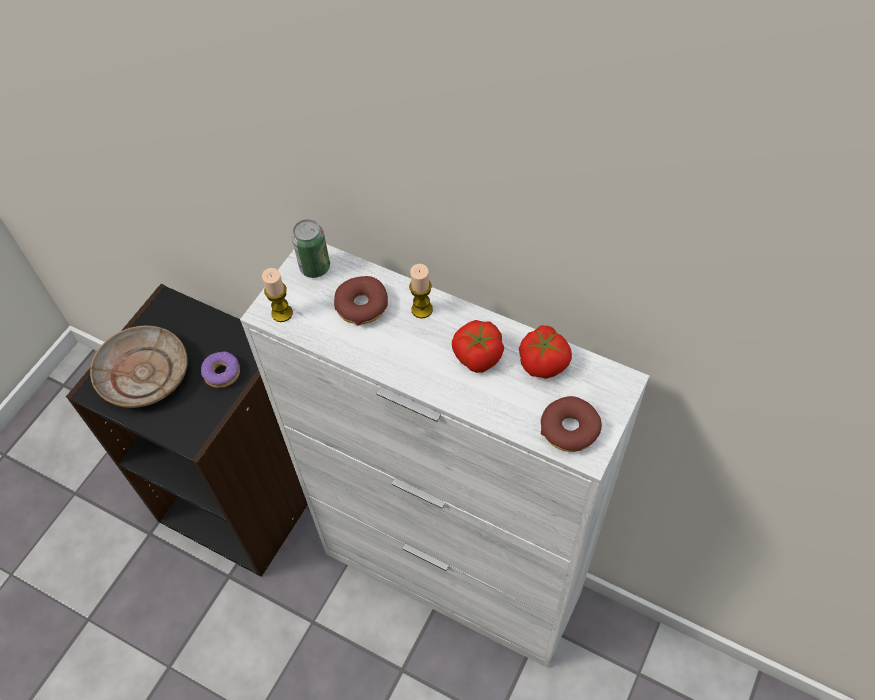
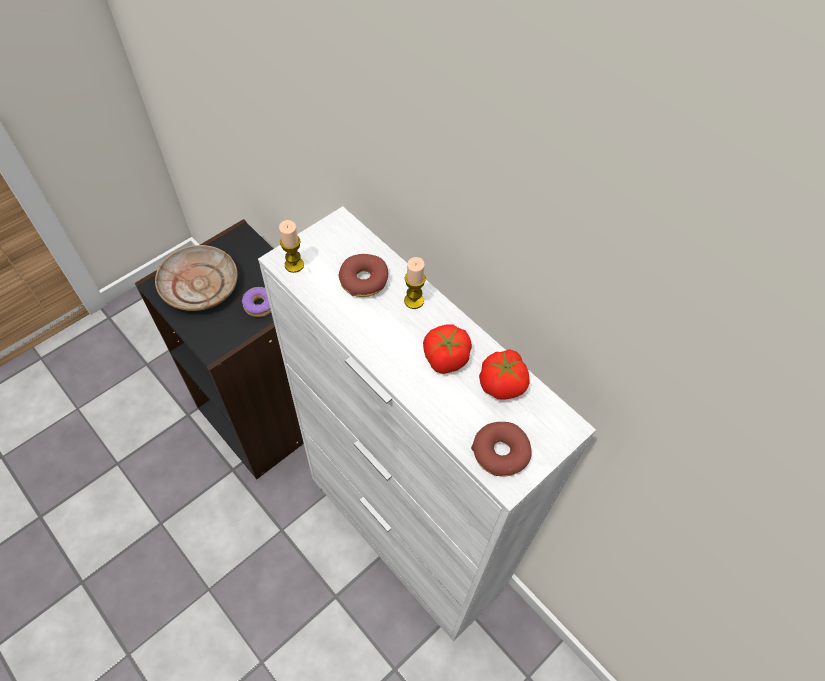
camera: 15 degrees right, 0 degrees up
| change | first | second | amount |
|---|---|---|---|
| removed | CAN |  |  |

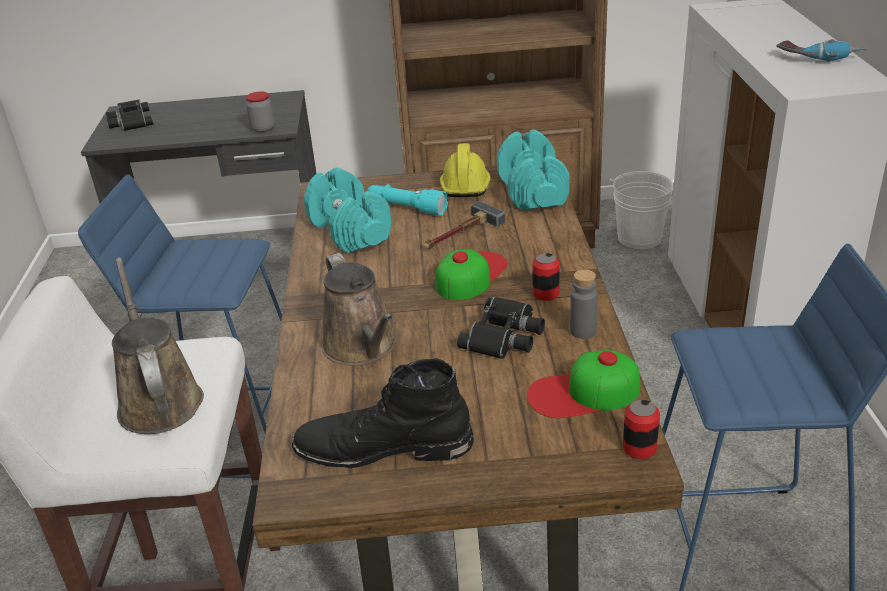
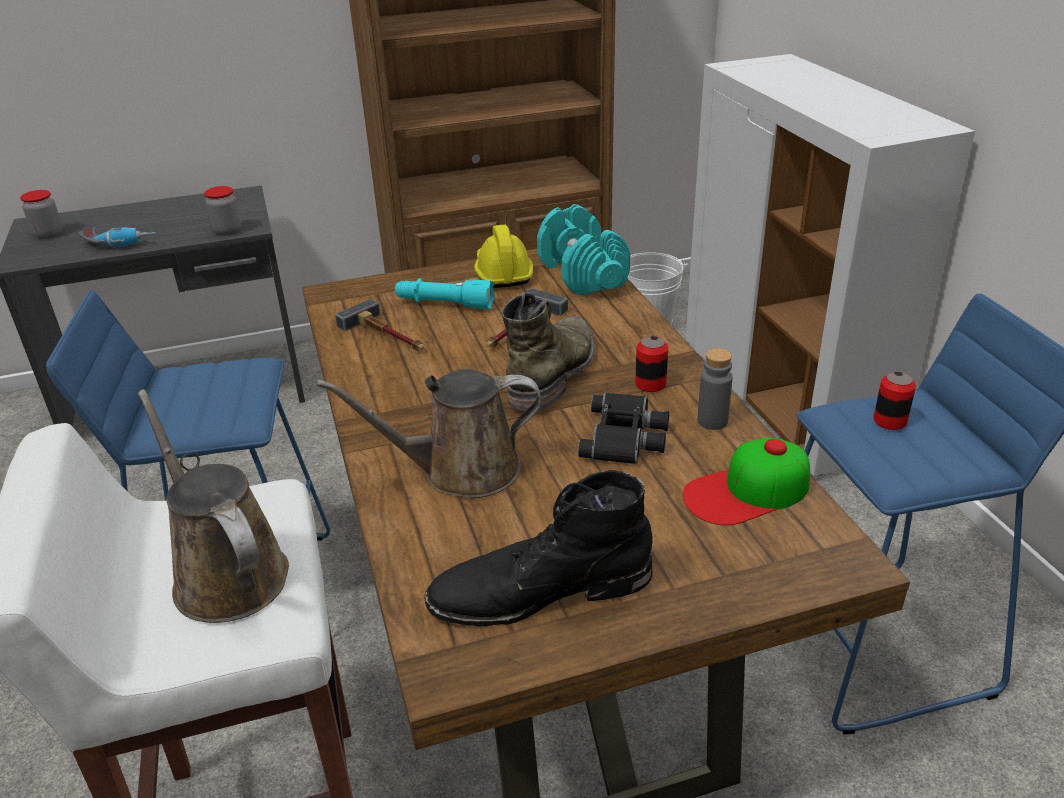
camera: 15 degrees left, 0 degrees up
| change | first | second | amount |
|---|---|---|---|
| moved | CAN (2nd from left) |  |  |
| moved | POWER DRILL |  |  |
| replaced | BLACK BINOCULARS (1st from left) | JAR (1st from left) |  |
| replaced | TURQUOISE DUMBBELL (1st from left) | HAMMER (1st from left) |  |
| replaced | CAP (1st from left) | GREEN BOOT |  |
| turned | BROWN WATERING CAN (2nd from left) |  | 120 degrees clockwise |

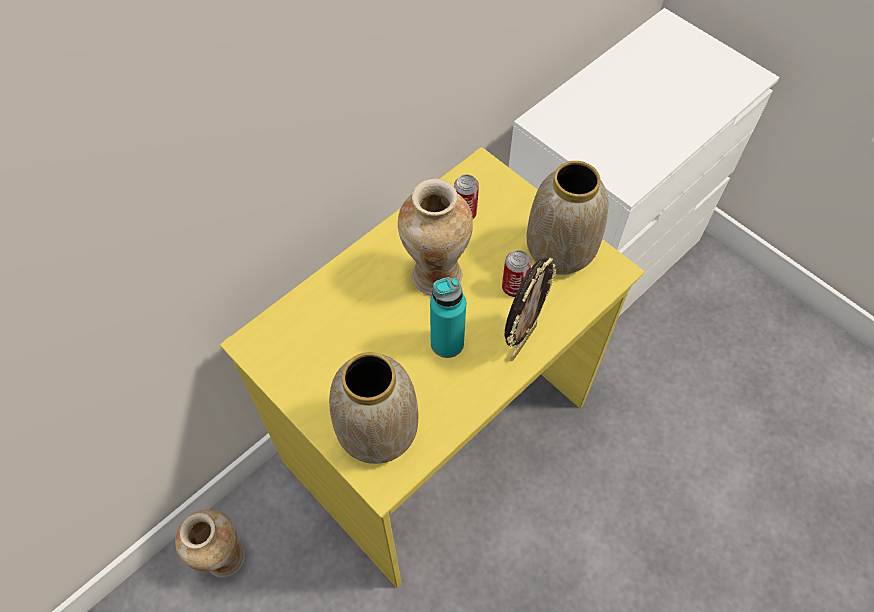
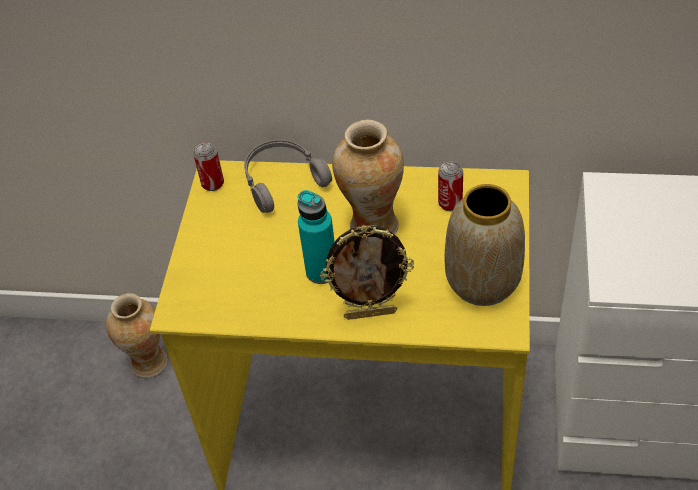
camera: 55 degrees right, 10 degrees down
| change | first | second | amount |
|---|---|---|---|
| removed | VASE (2nd from left) |  |  |
| added |  | GREY HEADPHONES |  |
| moved | CAN (2nd from left in the first image) | CAN (1st from left) |  |

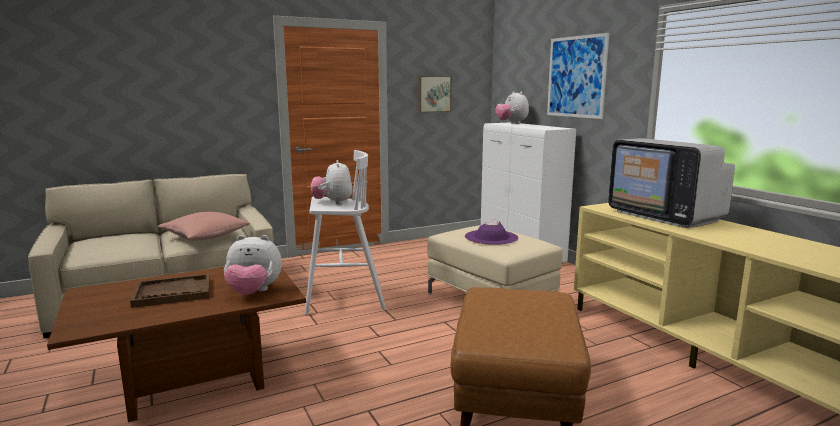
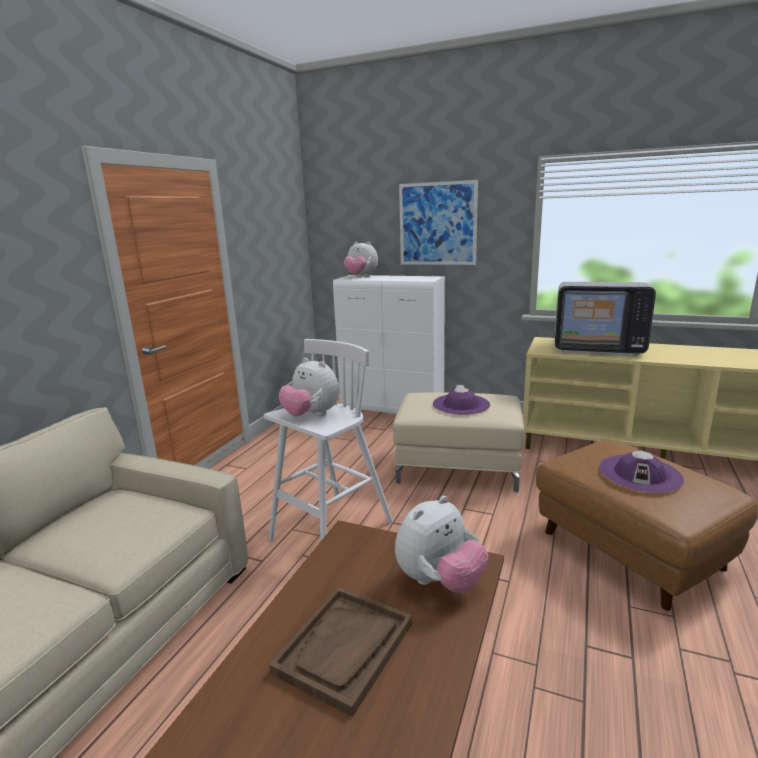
camera: 40 degrees left, 5 degrees up
| change | first | second | amount |
|---|---|---|---|
| removed | PINK PILLOW |  |  |
| removed | PICTURE (1st from left) |  |  |
| added |  | PURPLE HAT (2nd from left) |  |

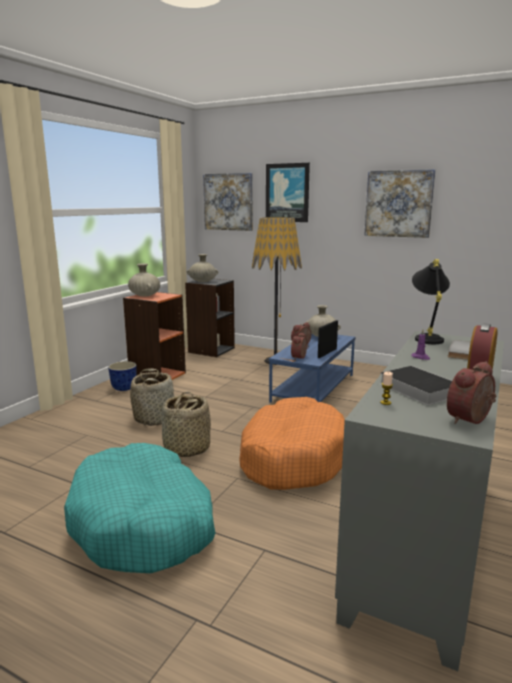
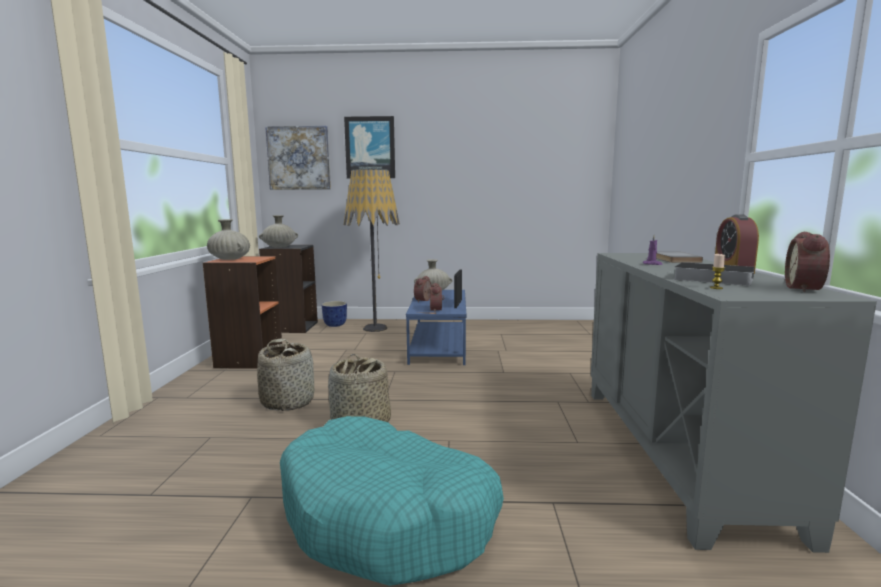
camera: 25 degrees left, 5 degrees down
| change | first | second | amount |
|---|---|---|---|
| removed | ORANGE DOG BED |  |  |
| removed | PICTURE (3rd from left) |  |  |
| removed | BLACK TABLE LAMP |  |  |
| moved | PLANTER |  |  |

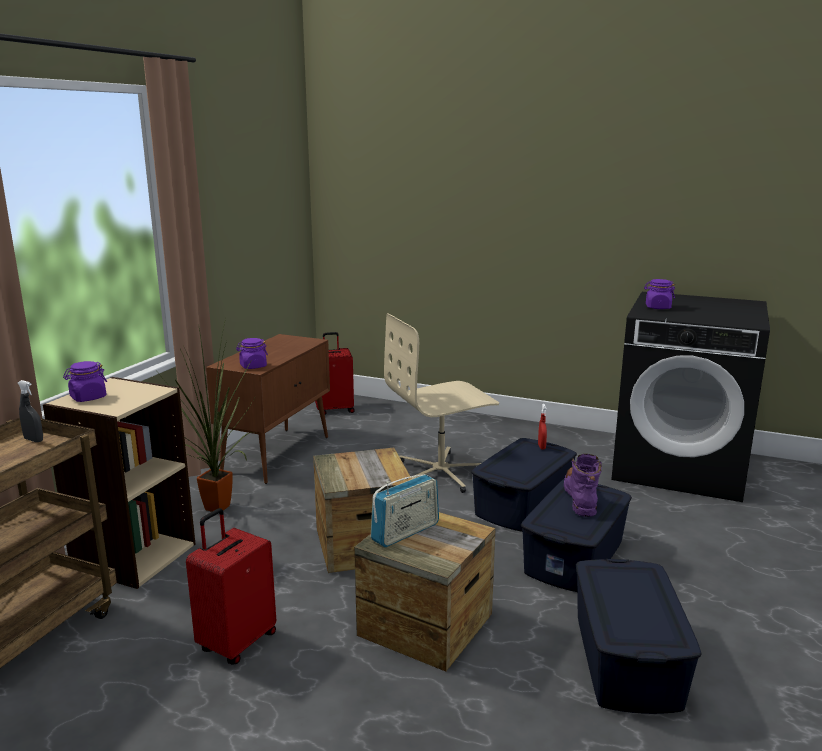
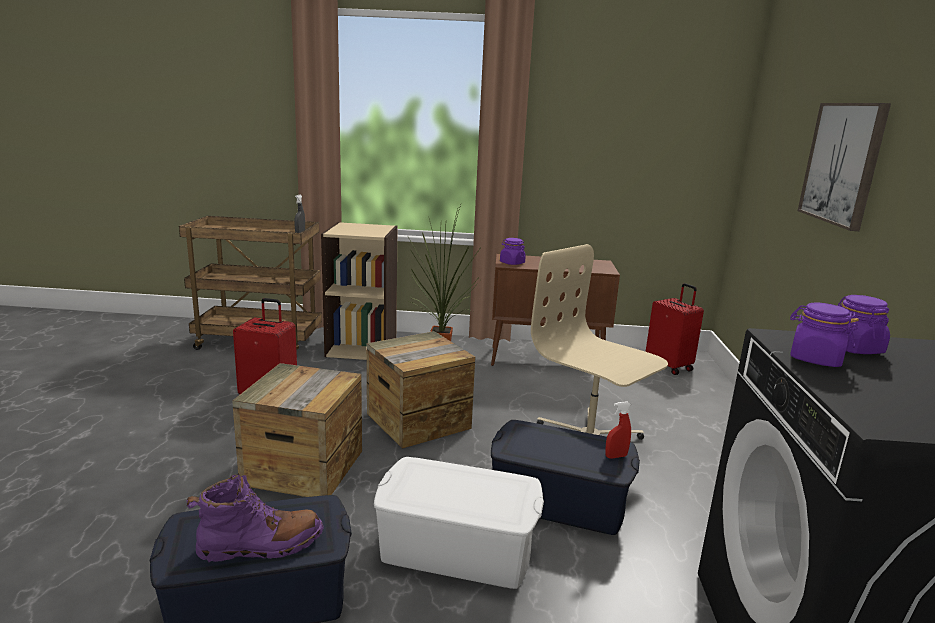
camera: 70 degrees right, 0 degrees up
| change | first | second | amount |
|---|---|---|---|
| removed | RADIO |  |  |
| added |  | PICTURE |  |
| moved | PURPLE JAR (1st from left in the first image) | PURPLE JAR (2nd from left) |  |
| moved | PURPLE BOOT |  |  |
| recoloured | BLUE STORAGE BOX (2nd from left) | WHITE STORAGE BOX |  |

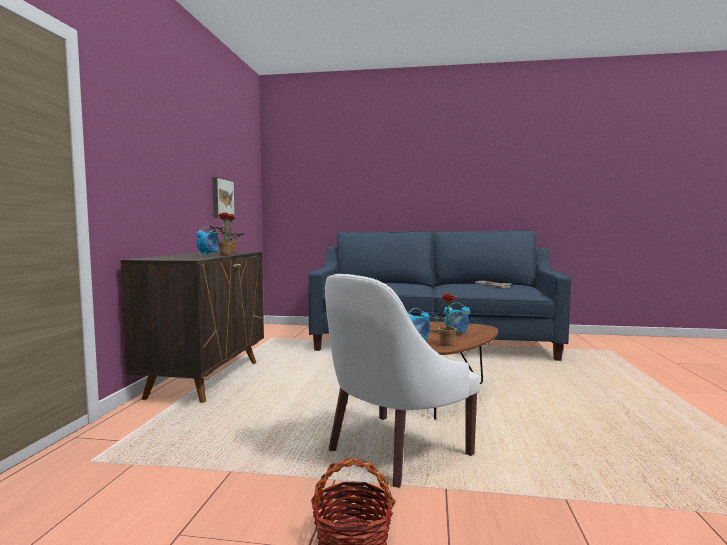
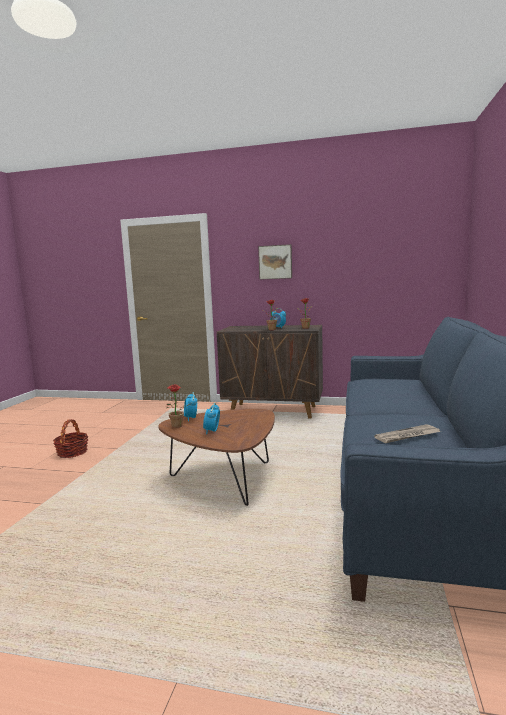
camera: 95 degrees right, 5 degrees up
| change | first | second | amount |
|---|---|---|---|
| removed | WHITE ARMCHAIR |  |  |
| moved | PICTURE |  |  |

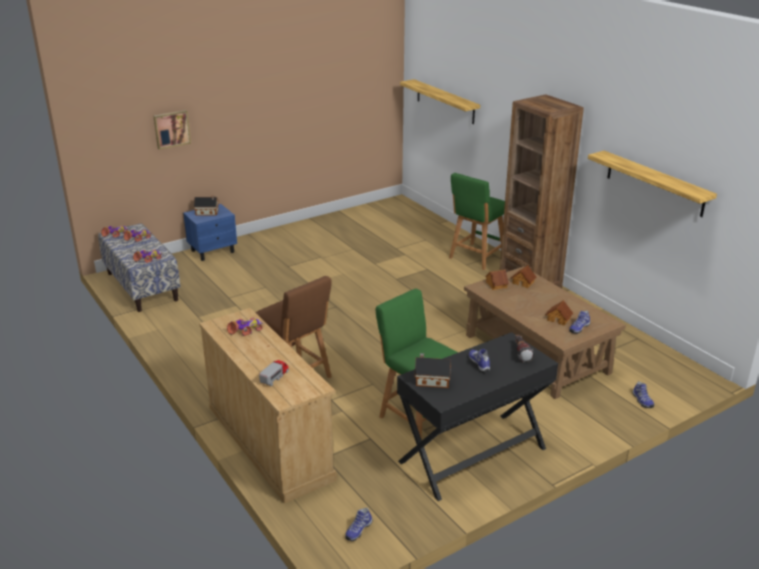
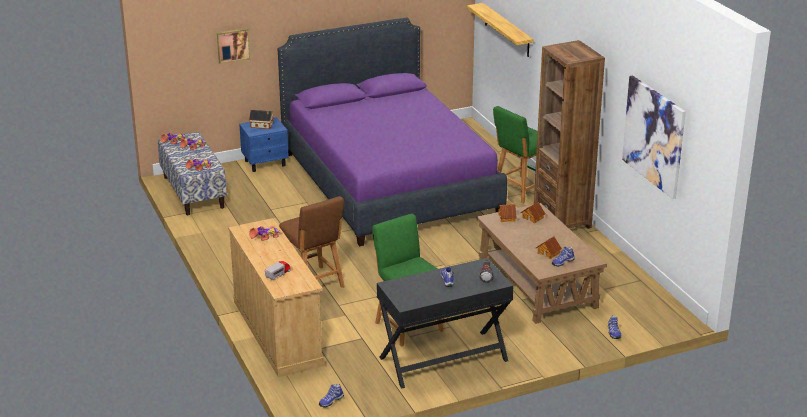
camera: 10 degrees right, 0 degrees up
| change | first | second | amount |
|---|---|---|---|
| removed | TOY HOUSE (2nd from left) |  |  |
| added |  | PURPLE BED |  |
| replaced | SHELF (2nd from left) | PICTURE (2nd from left) |  |

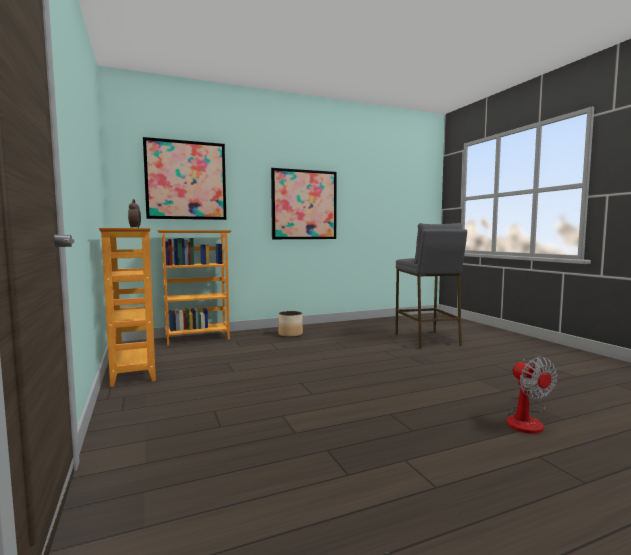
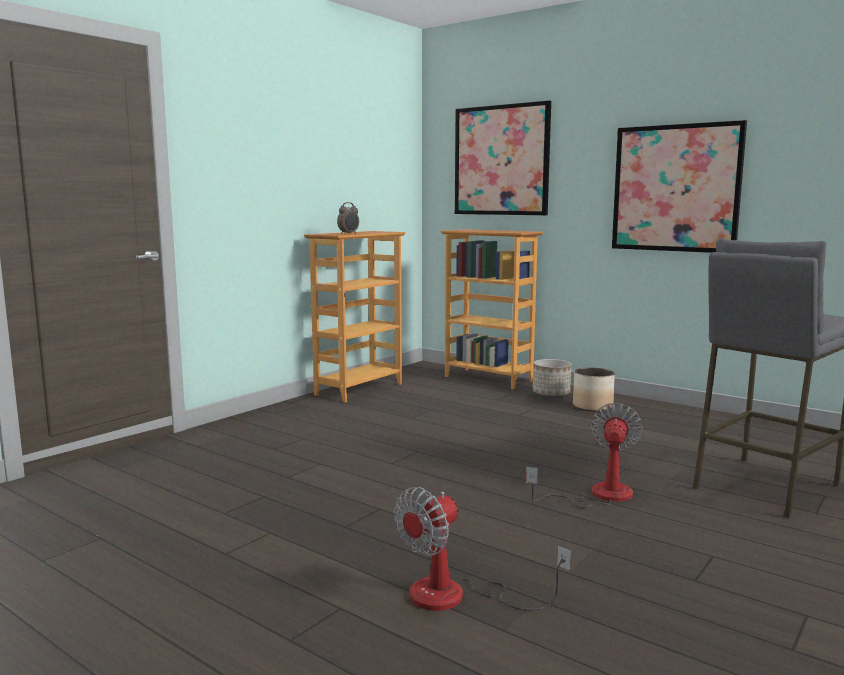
camera: 60 degrees right, 5 degrees up
| change | first | second | amount |
|---|---|---|---|
| added |  | FAN (2nd from left) |  |
| added |  | PLANTER (1st from left) |  |

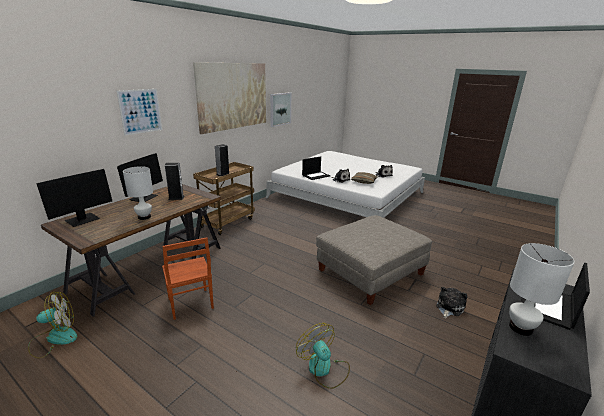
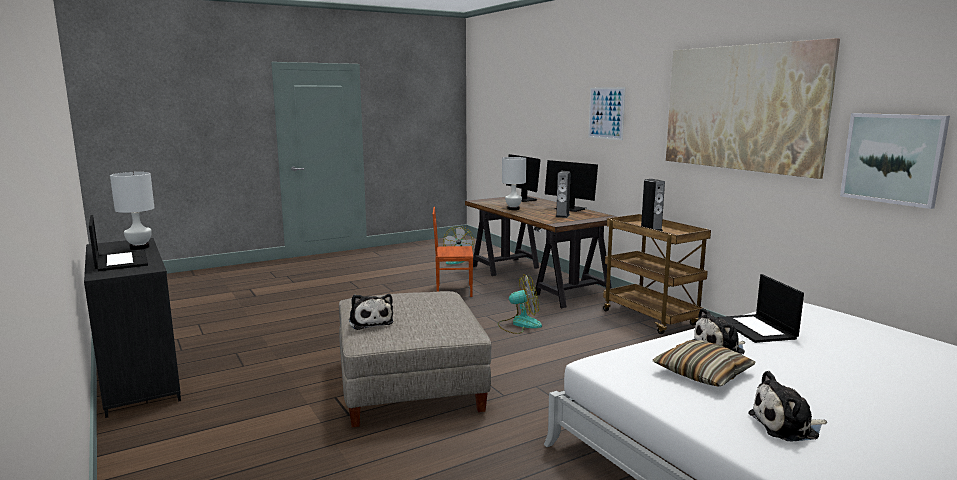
camera: 115 degrees right, 10 degrees down
| change | first | second | amount |
|---|---|---|---|
| moved | FAN (2nd from left) |  |  |
| moved | PLUSH TOY (3rd from left in the first image) | PLUSH TOY (1st from left) |  |

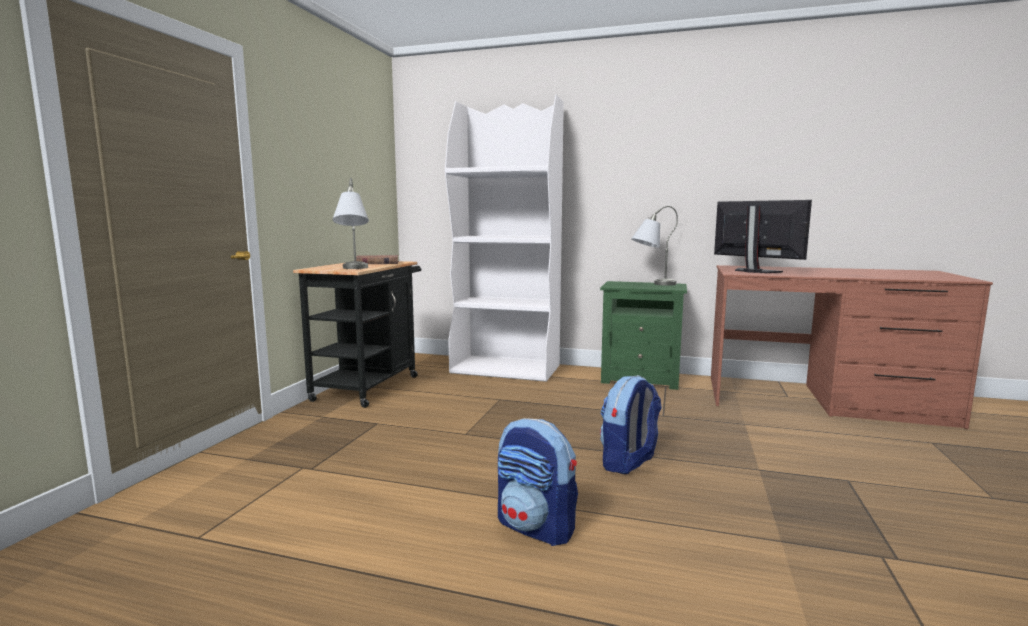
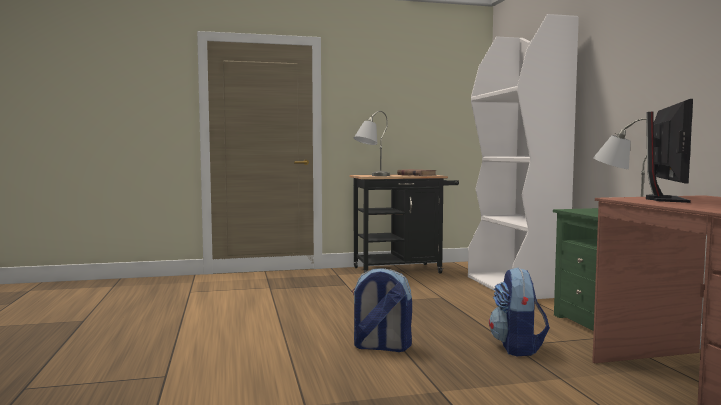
camera: 60 degrees right, 5 degrees down
| change | first | second | amount |
|---|---|---|---|
| moved | BACKPACK (1st from left in the first image) | BACKPACK (2nd from left) |  |

